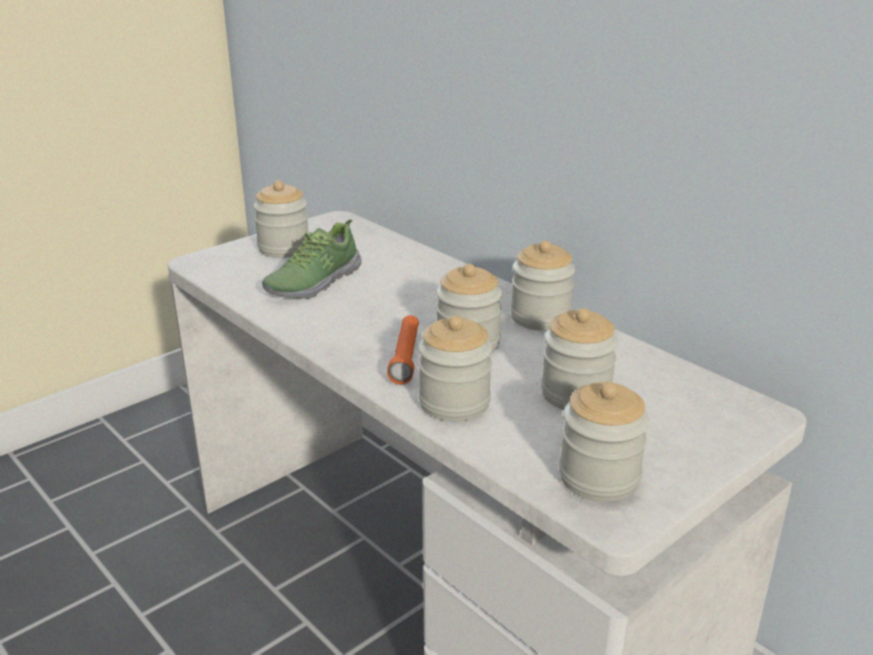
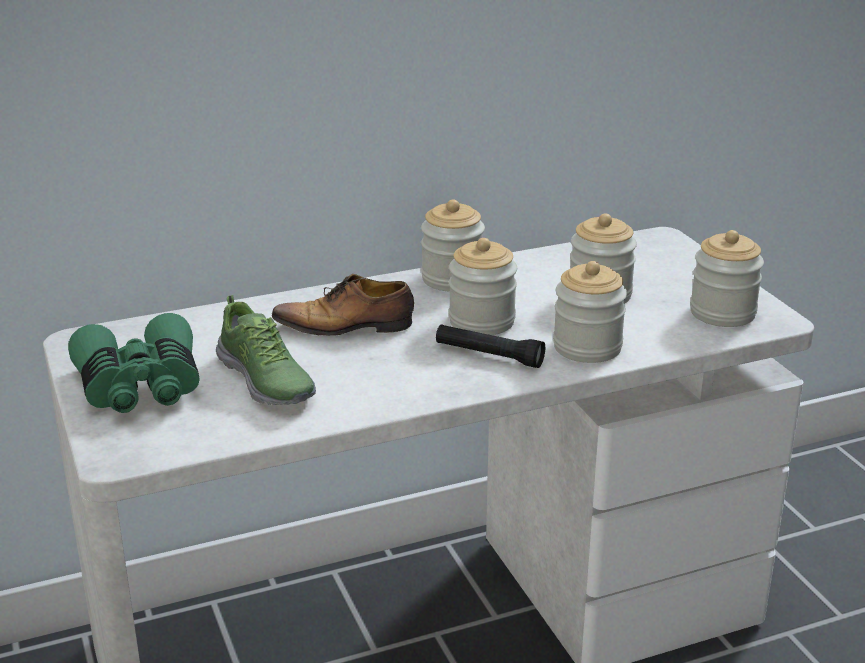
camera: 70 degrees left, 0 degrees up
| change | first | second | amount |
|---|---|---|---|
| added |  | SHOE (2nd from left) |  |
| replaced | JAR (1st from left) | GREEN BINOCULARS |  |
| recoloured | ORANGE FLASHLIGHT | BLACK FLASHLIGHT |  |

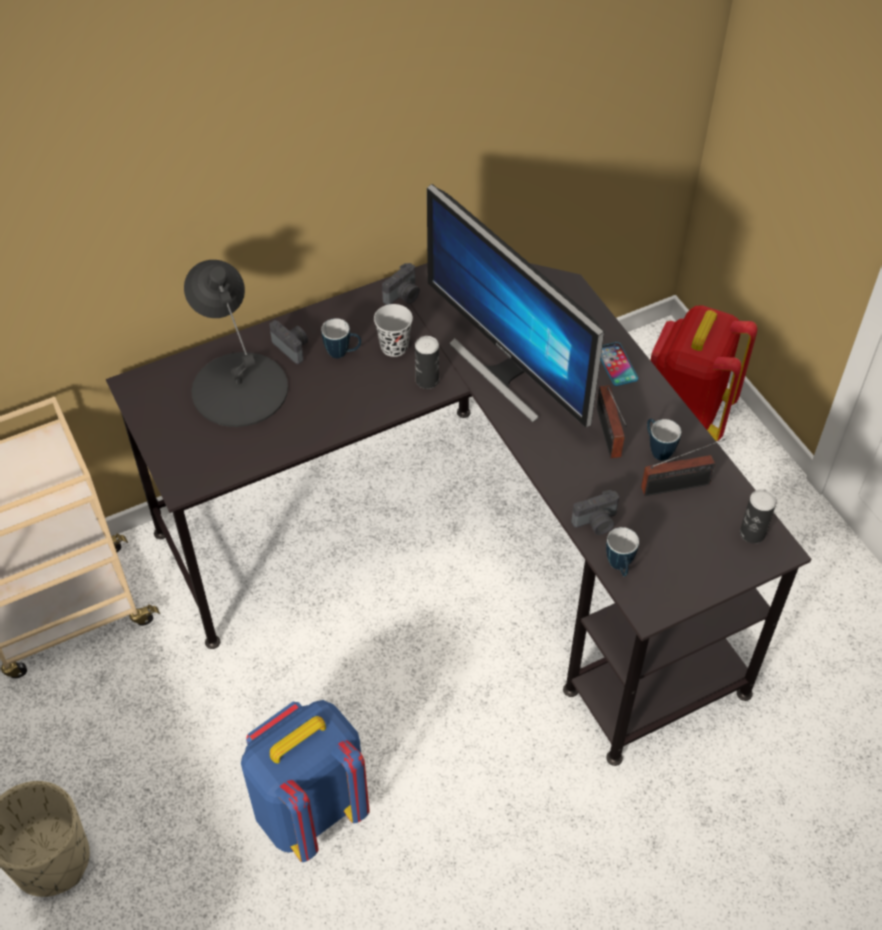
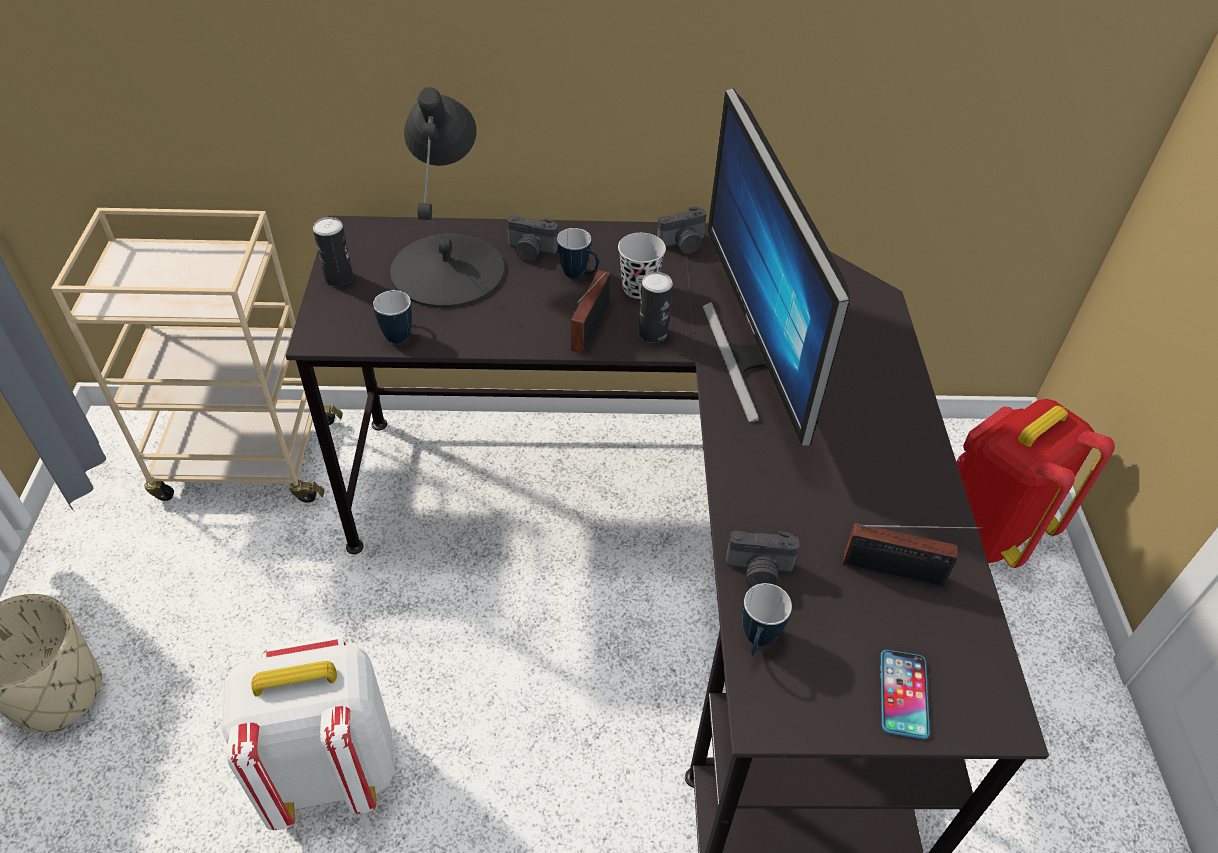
camera: 25 degrees right, 5 degrees down
| change | first | second | amount |
|---|---|---|---|
| moved | RADIO (1st from left) |  |  |
| moved | PHONE |  |  |
| moved | MUG (3rd from left in the first image) | MUG (1st from left) |  |
| moved | CAN (2nd from left in the first image) | CAN (1st from left) |  |
| recoloured | BLUE BACKPACK | WHITE BACKPACK |  |
| turned | PHOTO CAMERA (1st from left) |  | 120 degrees clockwise |

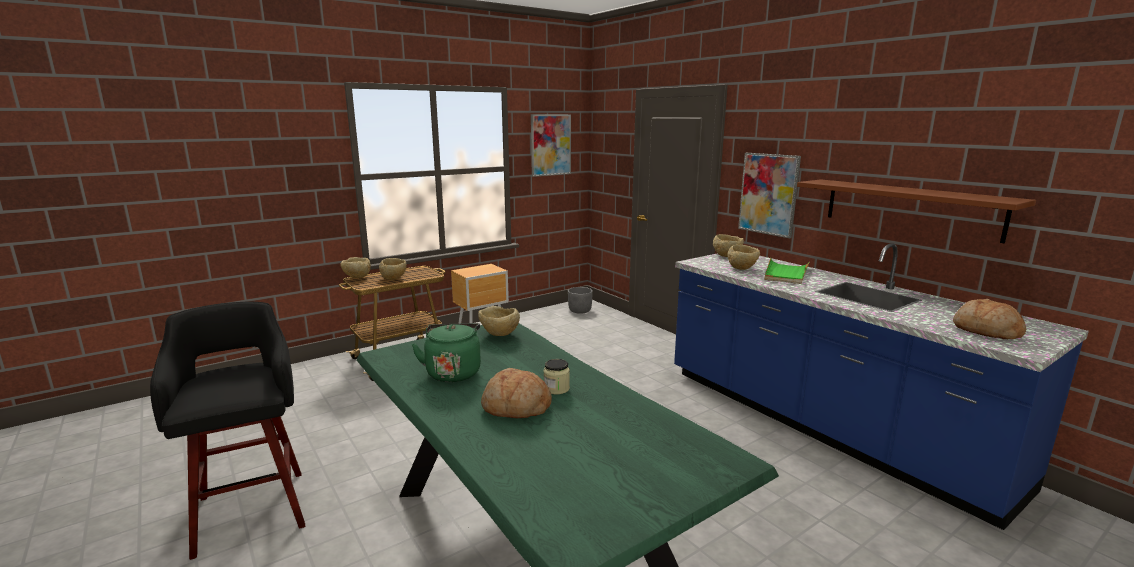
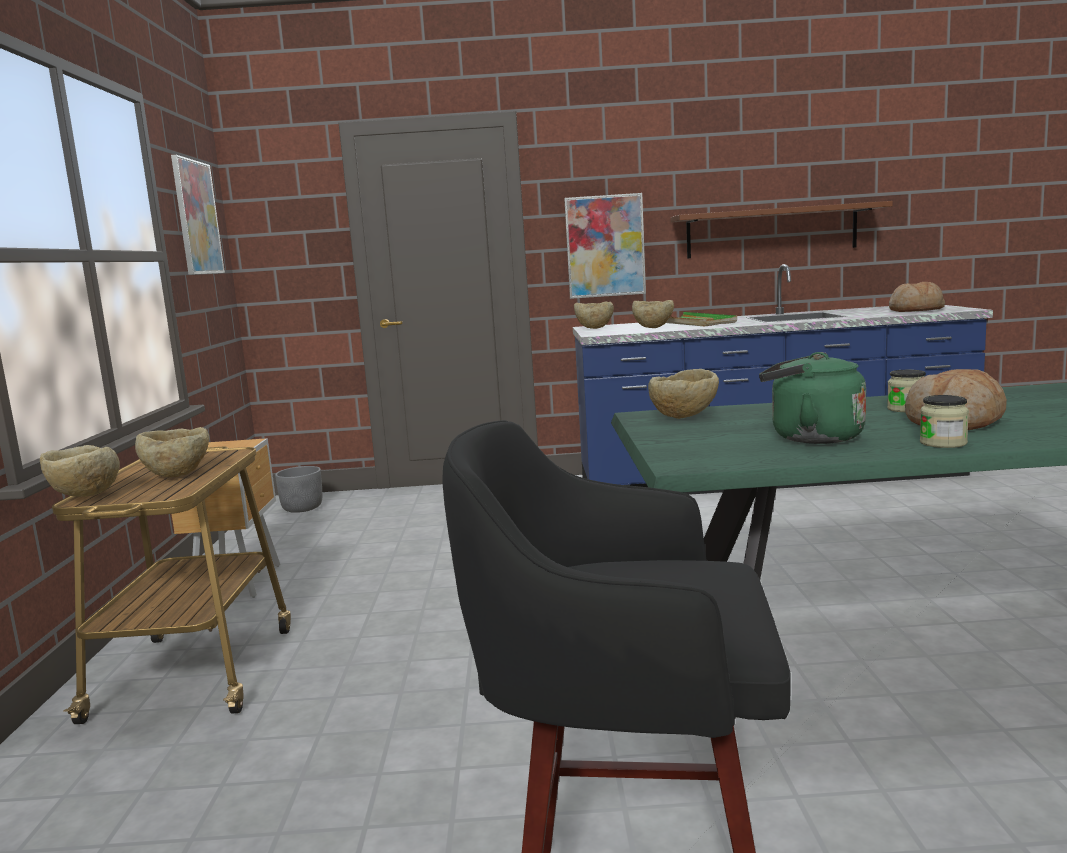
camera: 55 degrees left, 5 degrees down
| change | first | second | amount |
|---|---|---|---|
| added |  | JAR (2nd from left) |  |

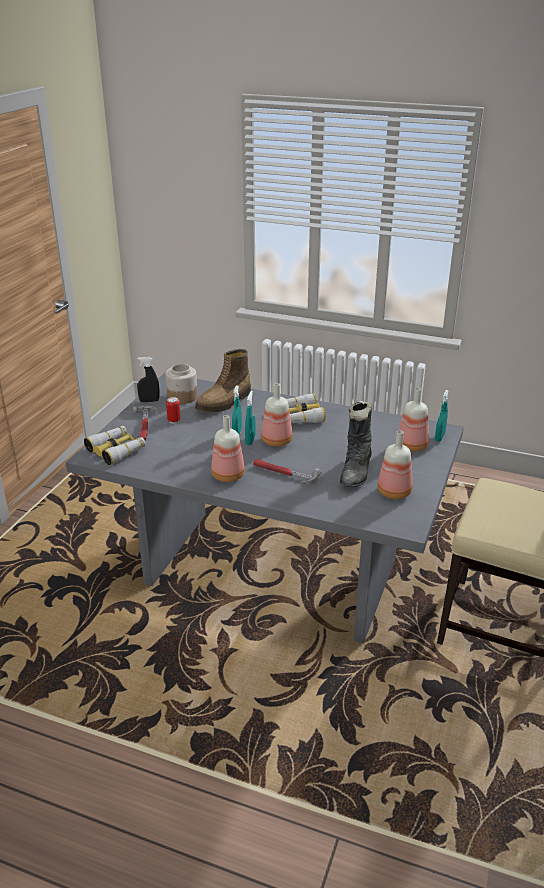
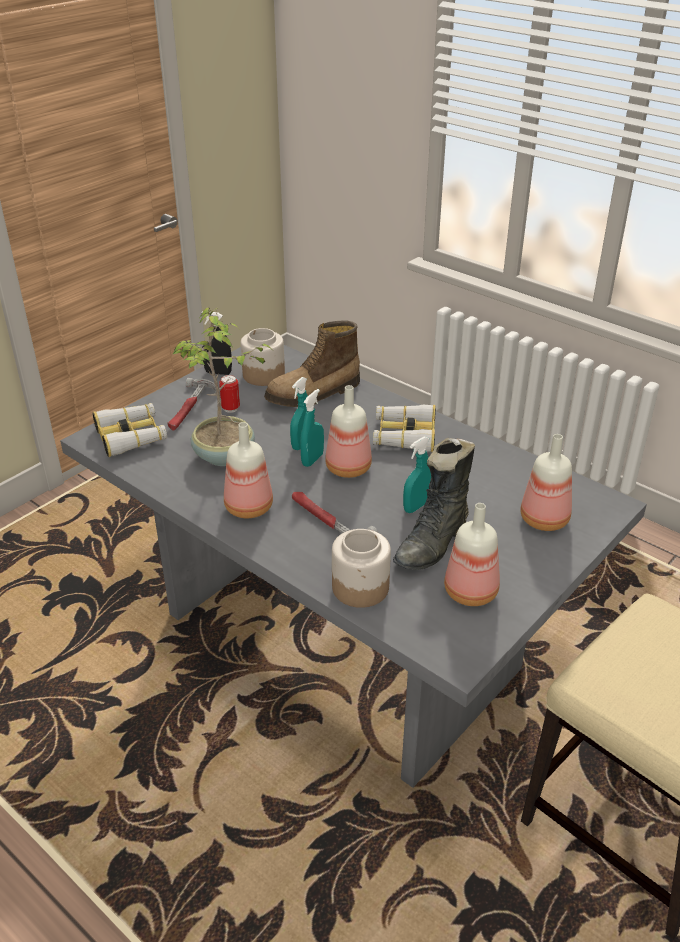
camera: 20 degrees right, 5 degrees up
| change | first | second | amount |
|---|---|---|---|
| added |  | POTTED PLANT |  |
| added |  | JAR (2nd from left) |  |
| moved | TURQUOISE SPRAY BOTTLE (3rd from left) |  |  |

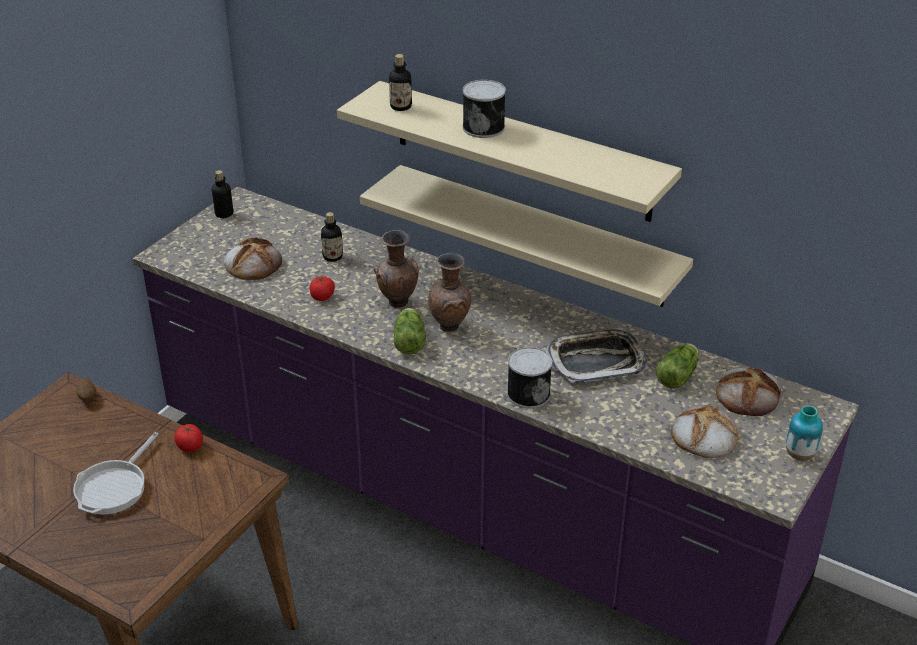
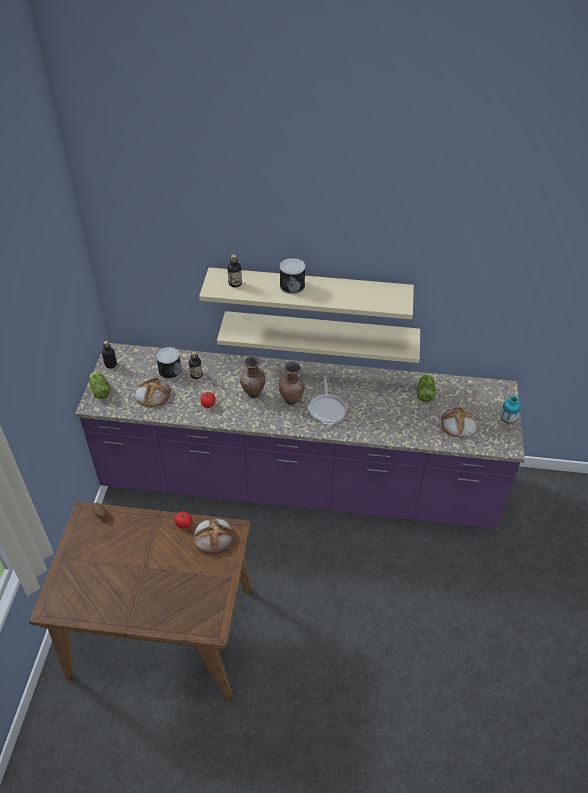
camera: 25 degrees left, 10 degrees up
| change | first | second | amount |
|---|---|---|---|
| removed | TRAY |  |  |
| moved | FRYING PAN |  |  |
| moved | LETTUCE (1st from left) |  |  |
| moved | CAN (2nd from left in the first image) | CAN (1st from left) |  |
| moved | BREAD (3rd from left in the first image) | BREAD (2nd from left) |  |

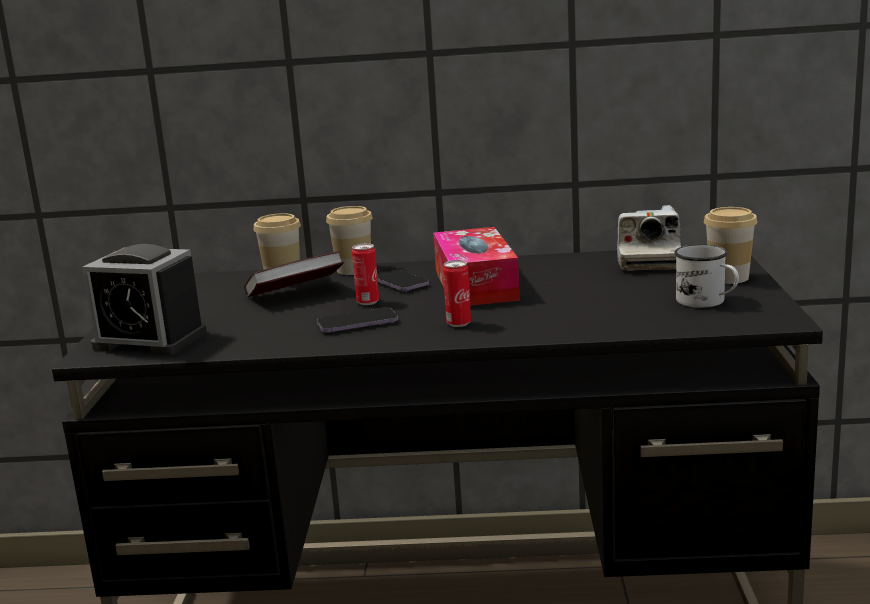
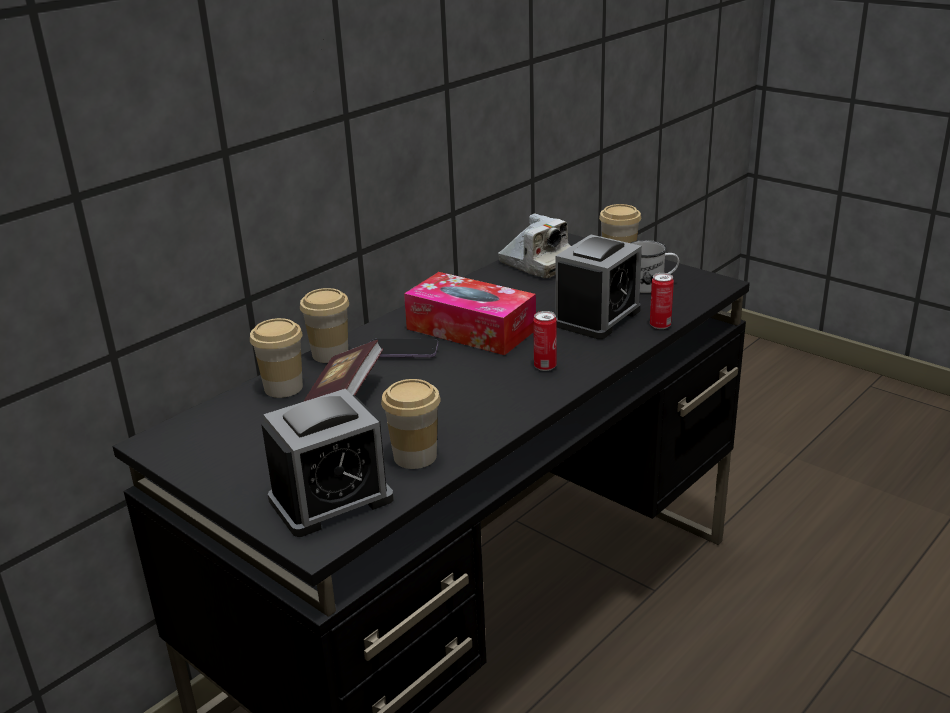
camera: 50 degrees left, 10 degrees up
| change | first | second | amount |
|---|---|---|---|
| removed | PHONE (1st from left) |  |  |
| added |  | CUP (3rd from left) |  |
| added |  | ALARM CLOCK (2nd from left) |  |
| moved | CAN (1st from left in the first image) | CAN (2nd from left) |  |

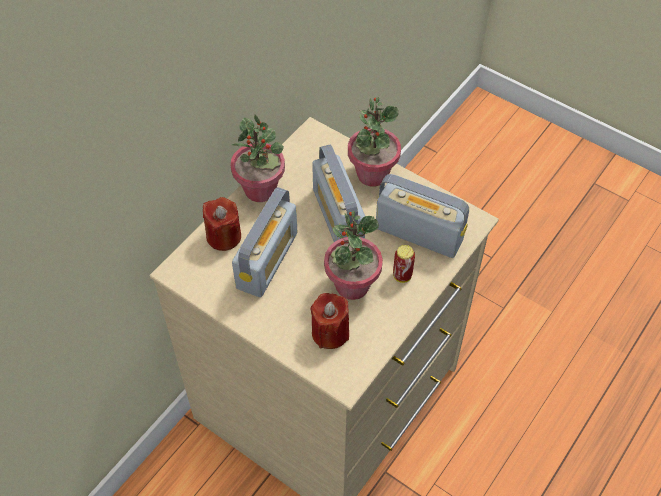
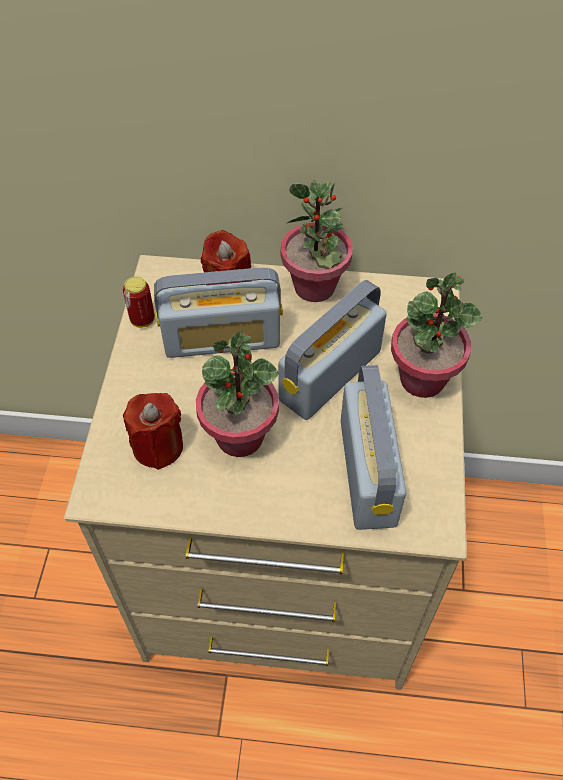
camera: 60 degrees right, 0 degrees up
| change | first | second | amount |
|---|---|---|---|
| moved | CAN |  |  |

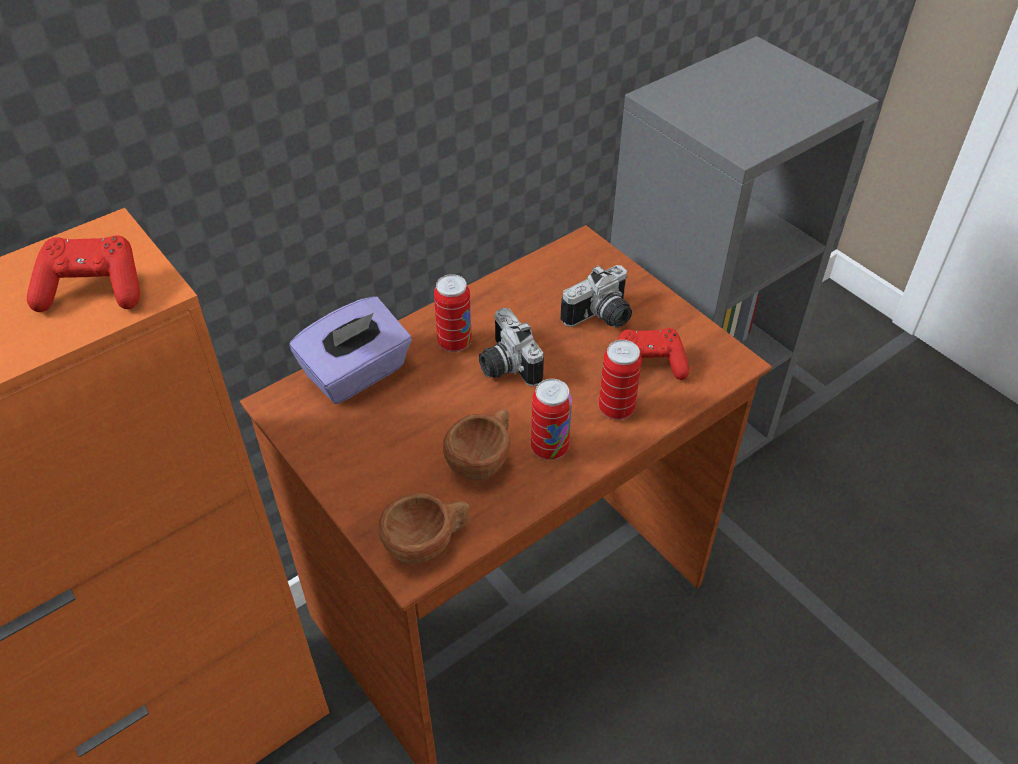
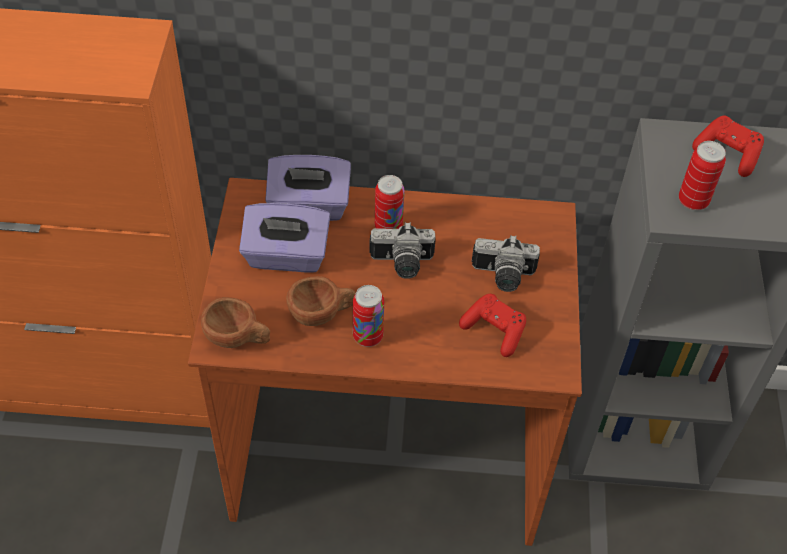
camera: 40 degrees right, 5 degrees up
| change | first | second | amount |
|---|---|---|---|
| added |  | PURPLE TISSUE BOX (1st from left) |  |
| moved | RED GAME CONTROLLER (1st from left in the first image) | RED GAME CONTROLLER (2nd from left) |  |
| moved | CAN (3rd from left) |  |  |
| turned | PHOTO CAMERA (1st from left) |  | 105 degrees counterclockwise |

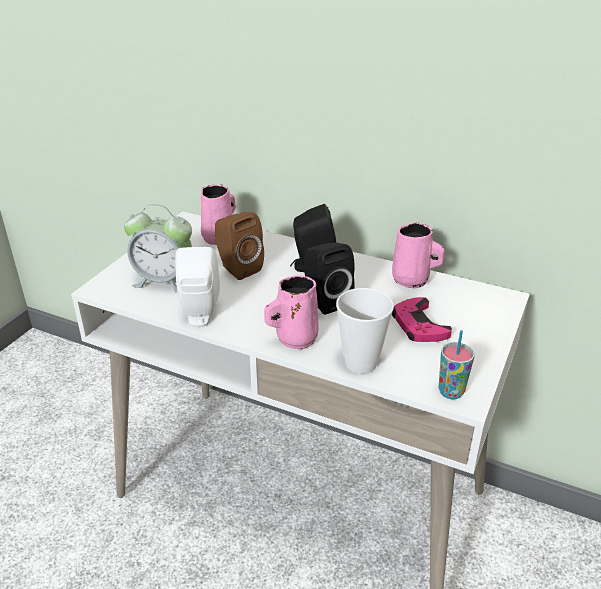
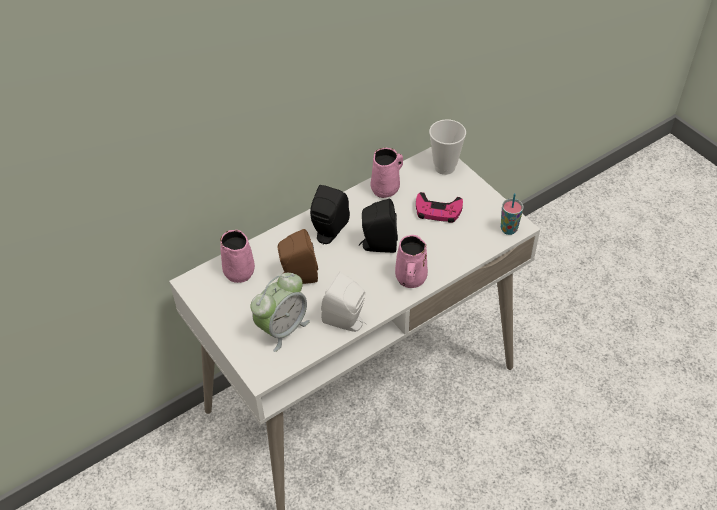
camera: 60 degrees left, 15 degrees up
| change | first | second | amount |
|---|---|---|---|
| moved | CUP (1st from left) |  |  |

